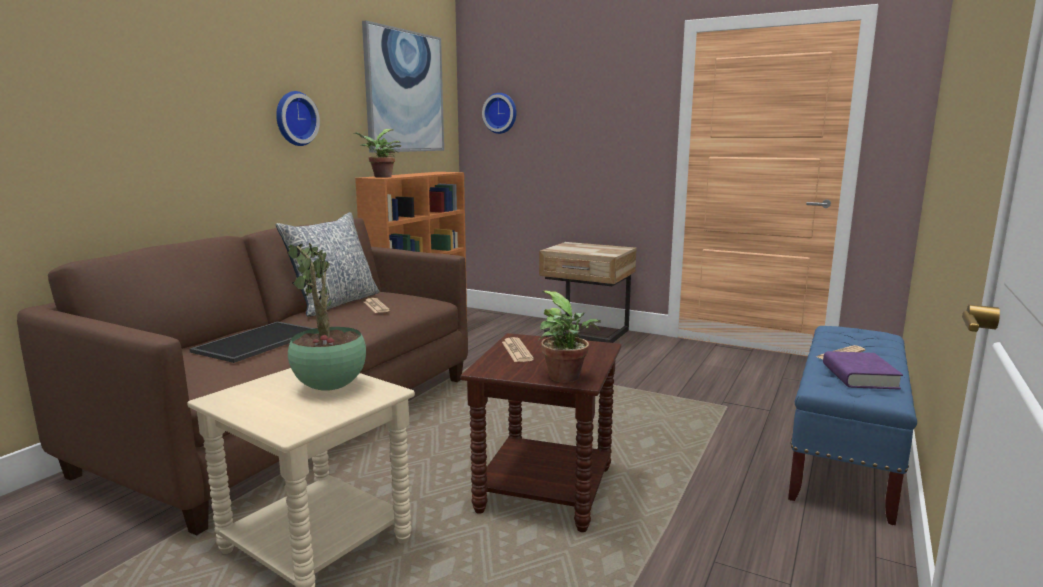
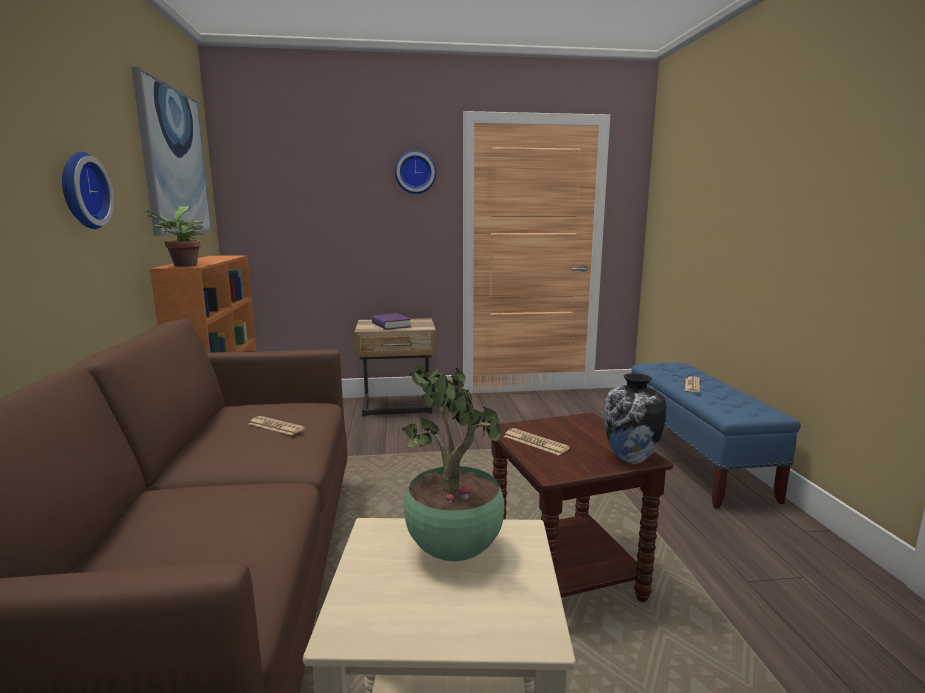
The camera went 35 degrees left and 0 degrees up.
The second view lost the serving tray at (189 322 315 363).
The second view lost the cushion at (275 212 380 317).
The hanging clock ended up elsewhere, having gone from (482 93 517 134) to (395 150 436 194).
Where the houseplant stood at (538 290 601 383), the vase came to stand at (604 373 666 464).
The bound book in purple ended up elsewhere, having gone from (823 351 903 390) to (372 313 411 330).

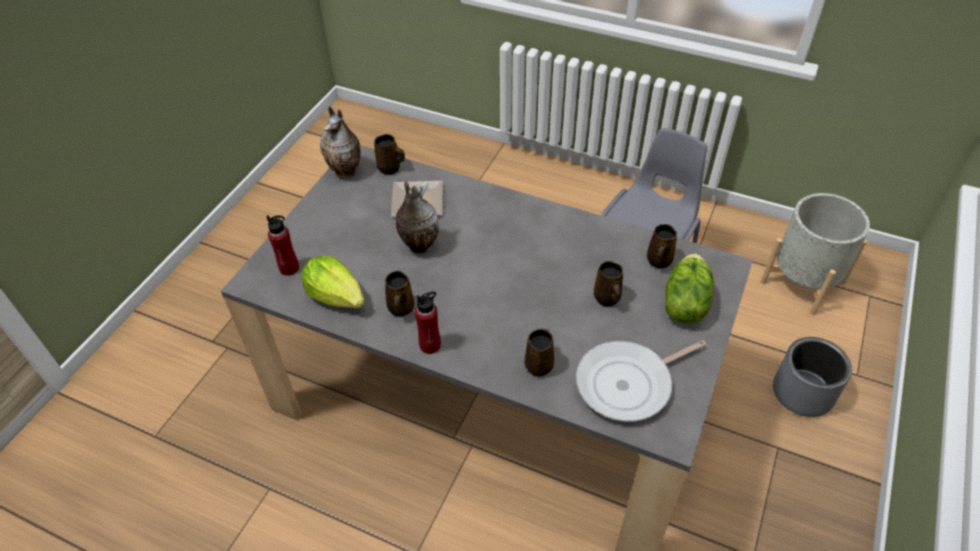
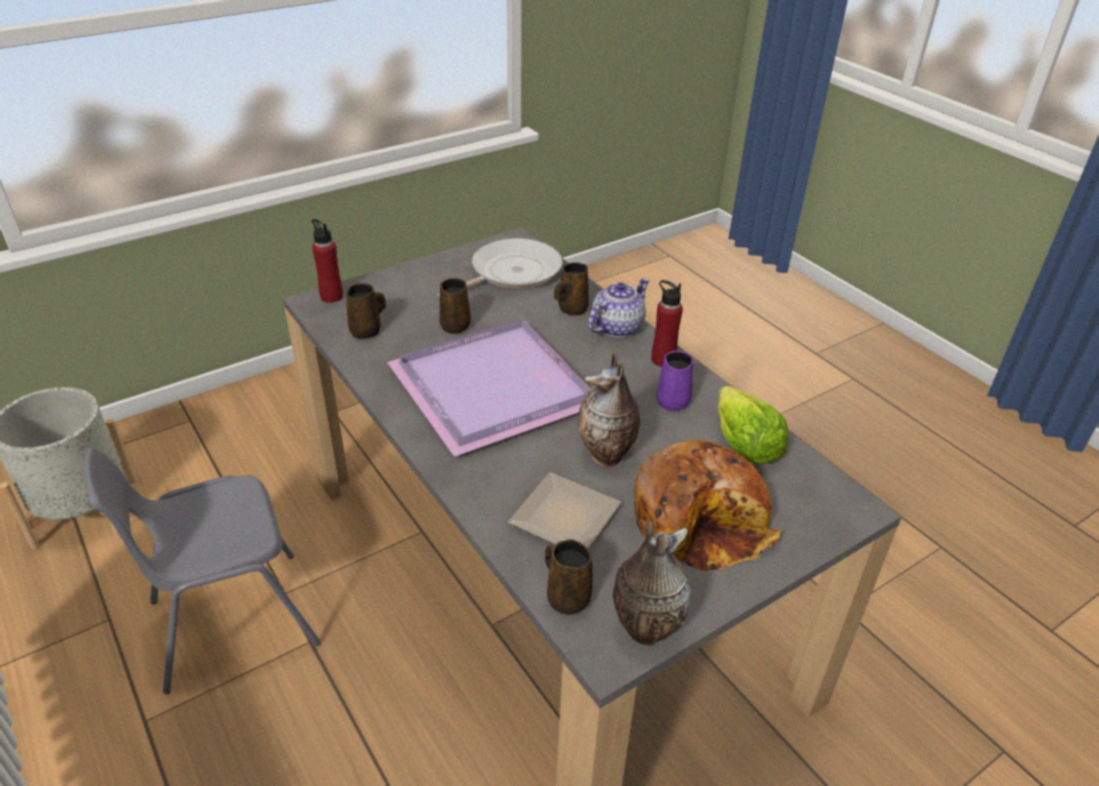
The camera went 150 degrees left and 10 degrees down.
The bottle in red-coloured ended up elsewhere, having gone from (266 215 299 275) to (311 219 343 303).
What was the mug in brownish at (385 271 415 317) turned into the mug in purple at (656 351 693 412).
The pan at (576 340 706 422) ended up facing another way, 45 degrees counterclockwise from before.
The second view lost the head of lettuce at (665 253 714 324).
The second view lost the flower pot in greyish at (773 337 852 417).
The second view gained the serving tray in purple at (387 319 591 457).
The second view gained the teapot at (588 278 650 337).
The second view gained the bread at (634 440 781 572).

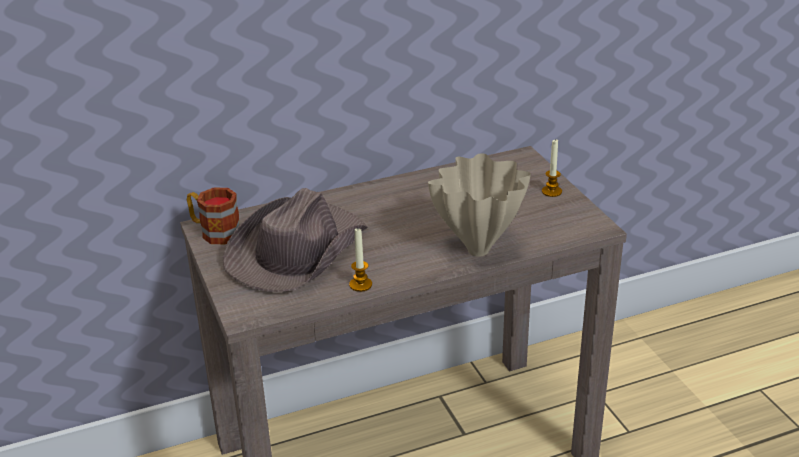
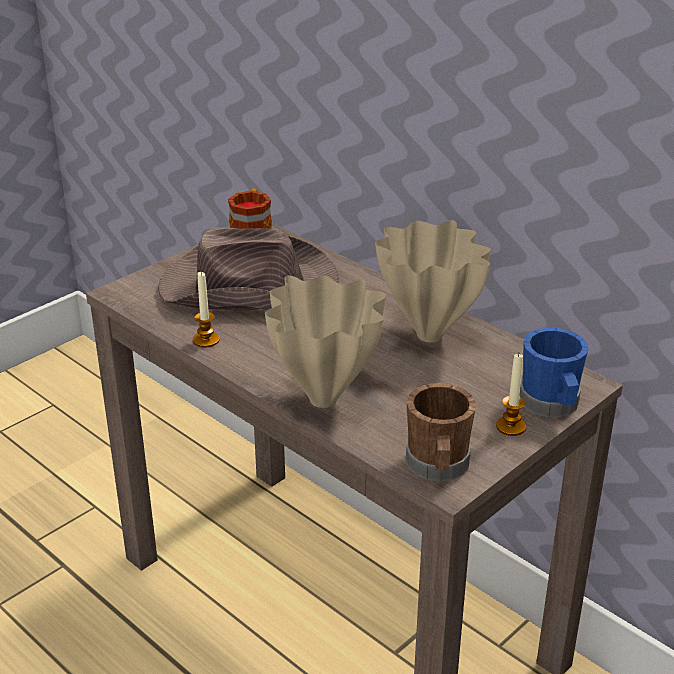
The camera went 65 degrees right and 0 degrees up.
The second view gained the vase in beige at (375 220 491 342).
The second view gained the mug in brownish at (406 383 476 482).
The second view gained the mug in blue-coloured at (519 328 588 418).

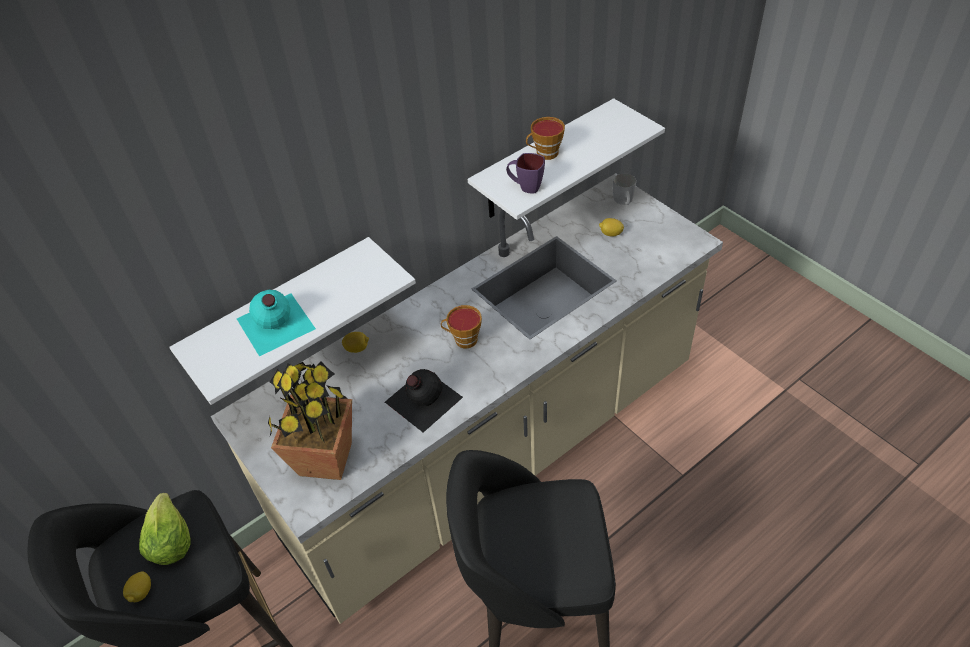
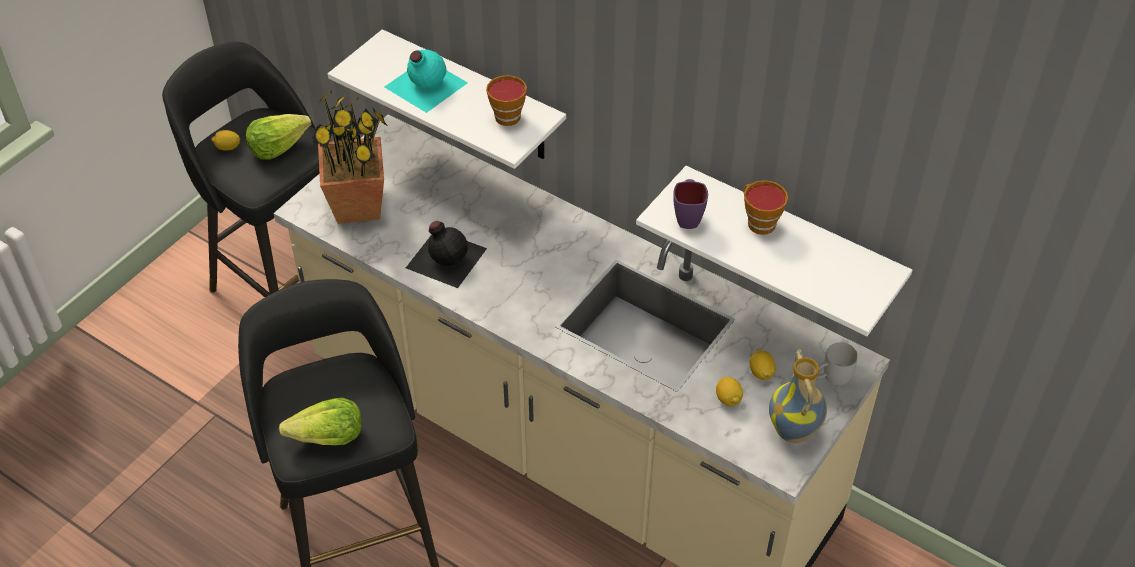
The camera went 70 degrees right and 0 degrees up.
The whole lemon ended up elsewhere, having gone from (342 332 369 353) to (716 377 743 406).
The drinking cup ended up elsewhere, having gone from (441 305 482 348) to (486 75 527 126).
The second view gained the head of lettuce at (279 398 362 445).
The second view gained the vase at (769 349 827 443).

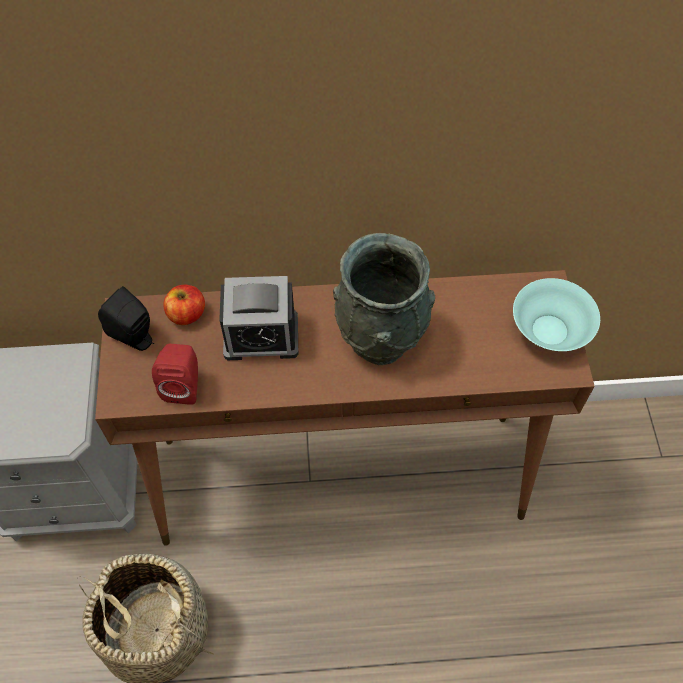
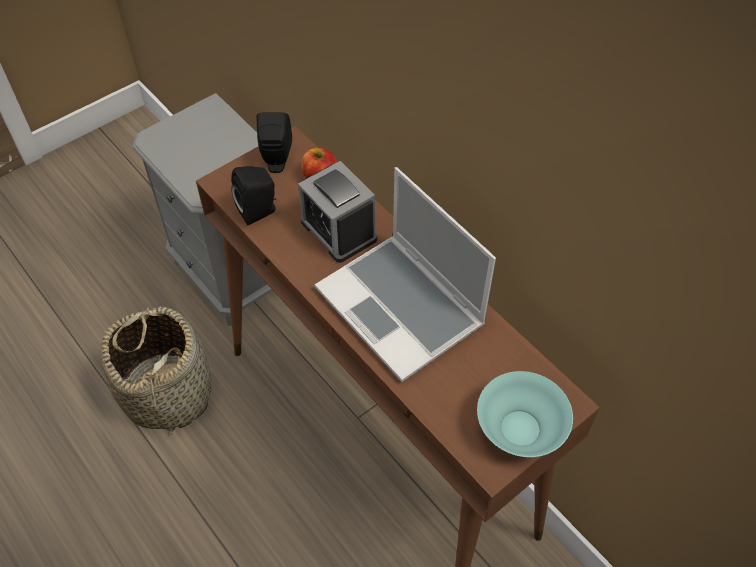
The camera went 55 degrees right and 5 degrees down.
What was the speaker in red-coloured at (152 344 198 405) turned into the speaker in black at (231 166 276 225).
Where the vase in greyish stood at (333 233 435 365), the portable computer came to stand at (315 167 496 382).

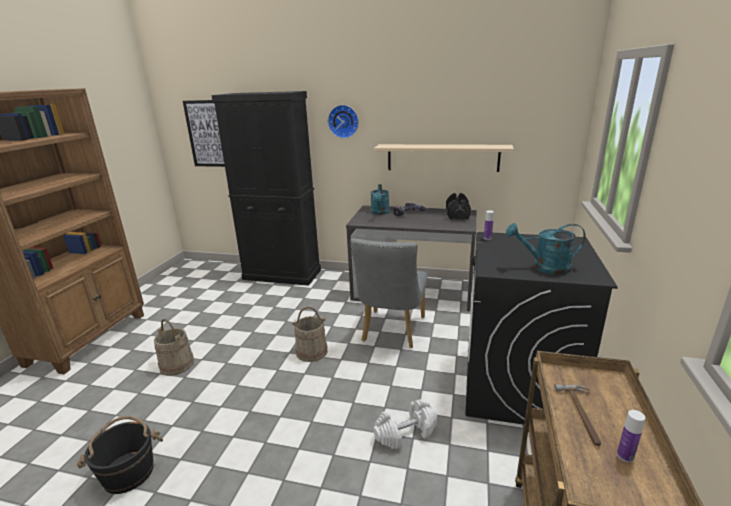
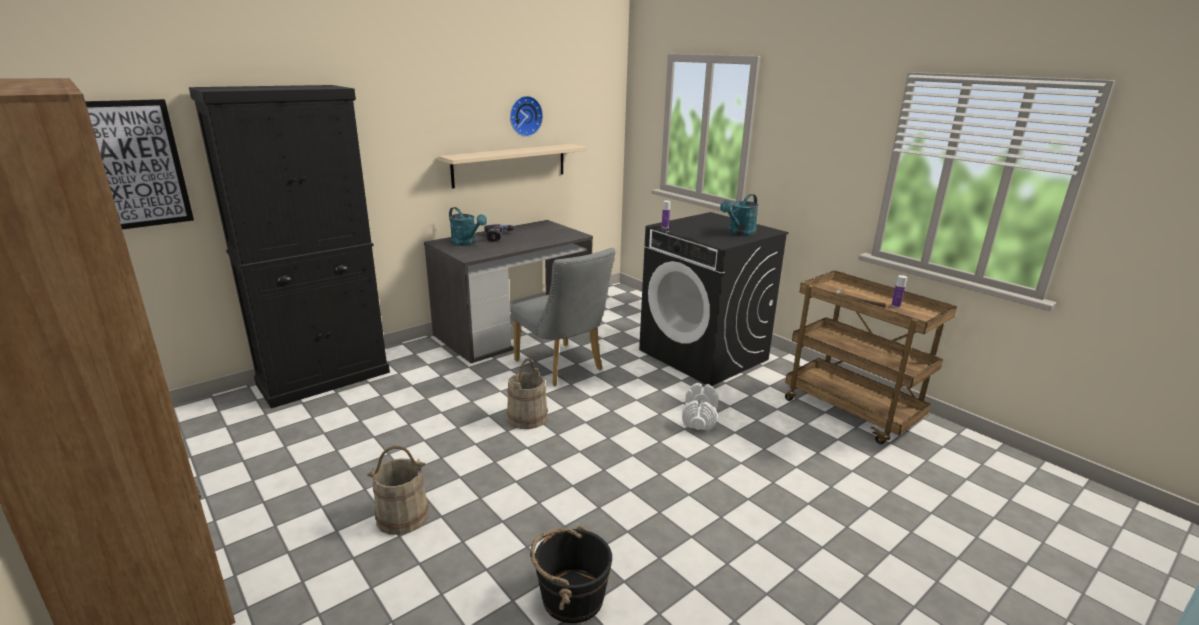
The camera went 55 degrees left and 0 degrees up.
The hanging clock ended up elsewhere, having gone from (328 105 359 138) to (510 96 543 137).
The second view lost the hand weight in black at (446 193 471 220).

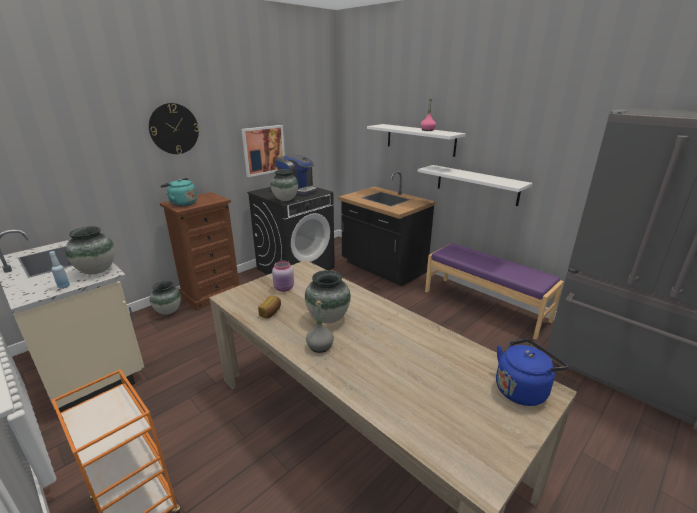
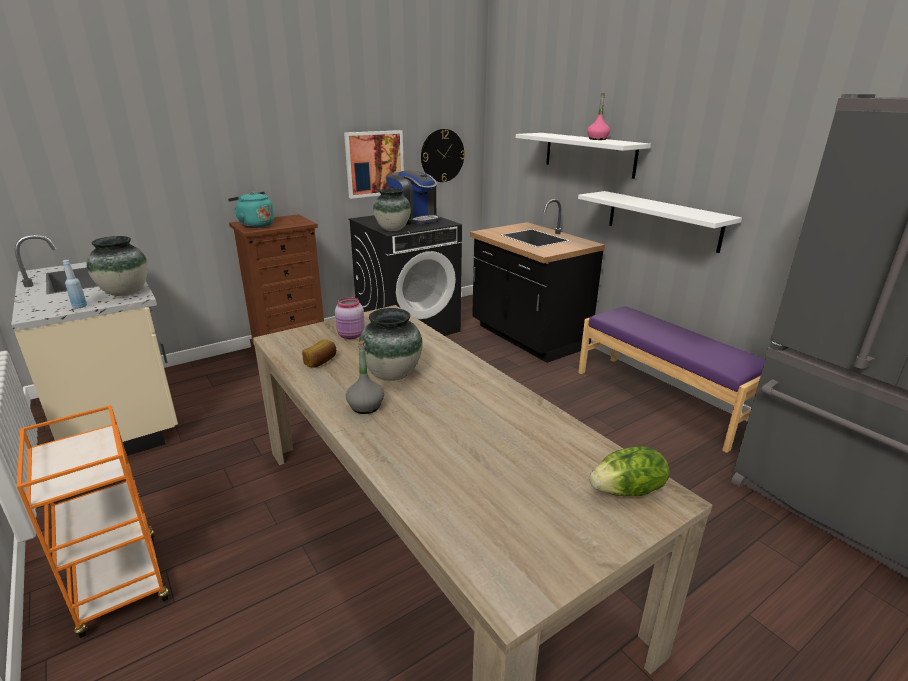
The camera went 10 degrees right and 0 degrees up.
The hanging clock ended up elsewhere, having gone from (149 103 199 154) to (421 129 465 182).
The second view lost the vase at (150 281 181 315).
Where the kettle in blue-coloured stood at (496 339 568 406), the head of lettuce came to stand at (589 446 670 496).

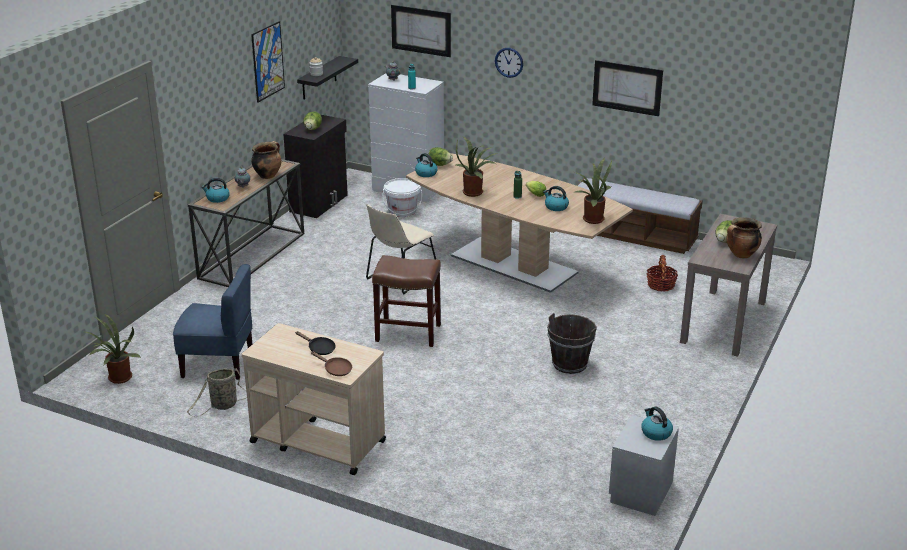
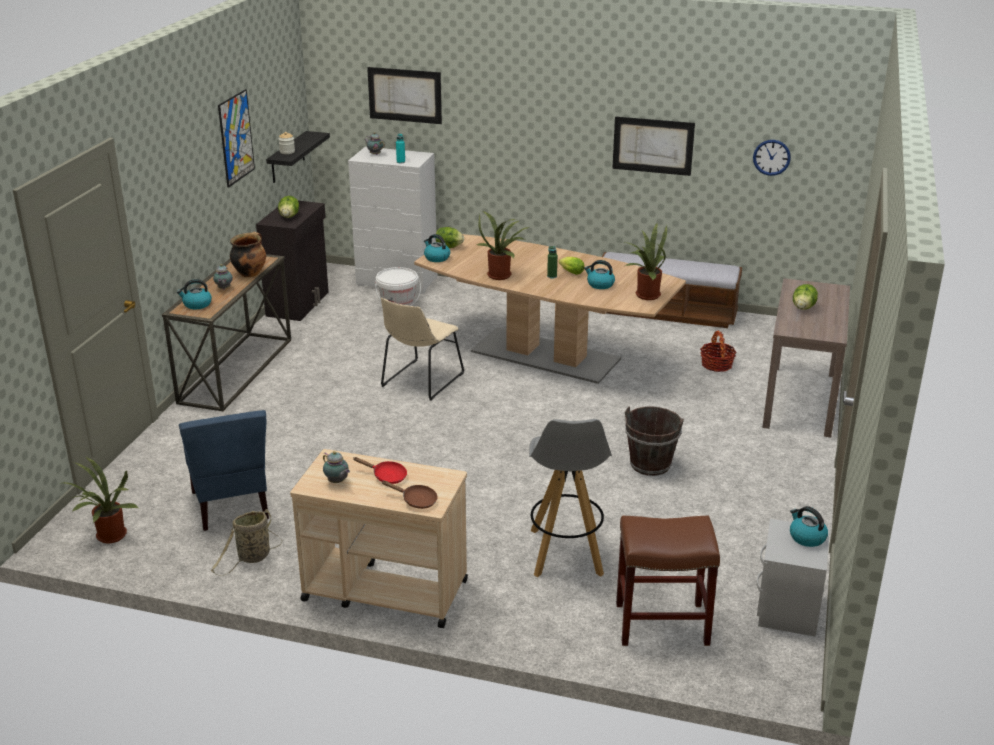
The camera went 10 degrees left and 0 degrees up.
The upright chair in blue-coloured at (173 264 252 380) ended up facing another way, 75 degrees clockwise from before.
What was the pan in black at (296 331 336 355) turned into the pan in red-coloured at (353 457 407 484).
The stool in brownish ended up elsewhere, having gone from (372 255 441 347) to (616 515 720 646).
The hanging clock ended up elsewhere, having gone from (495 48 523 78) to (753 140 791 176).
The second view lost the stockpot at (727 217 762 258).
The second view gained the teapot at (323 451 350 483).
The second view gained the stool in greyish at (529 419 612 577).

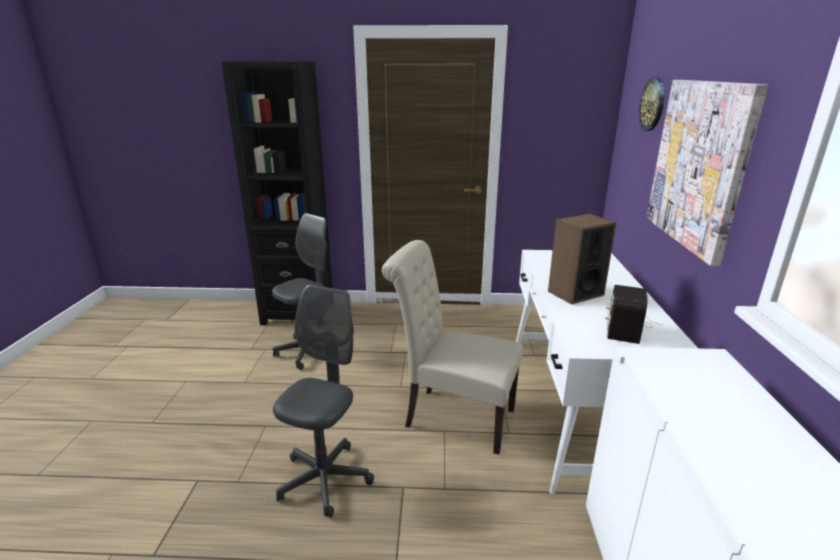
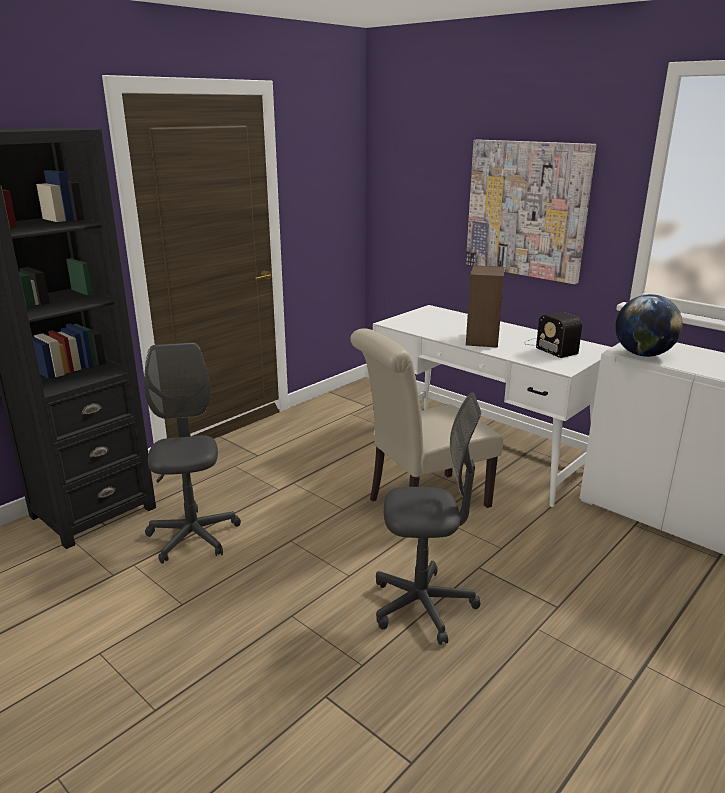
The camera went 50 degrees left and 0 degrees up.
The computer chair in greyish at (273 285 374 518) ended up facing another way, 120 degrees clockwise from before.
The second view lost the hanging clock at (639 78 665 131).
The second view gained the world globe at (615 294 683 357).

